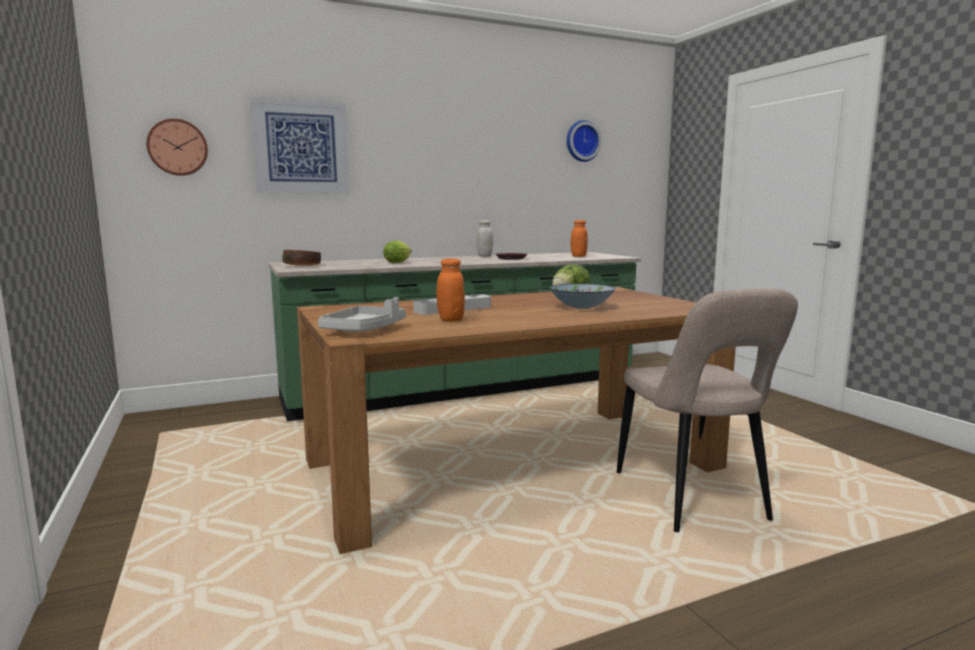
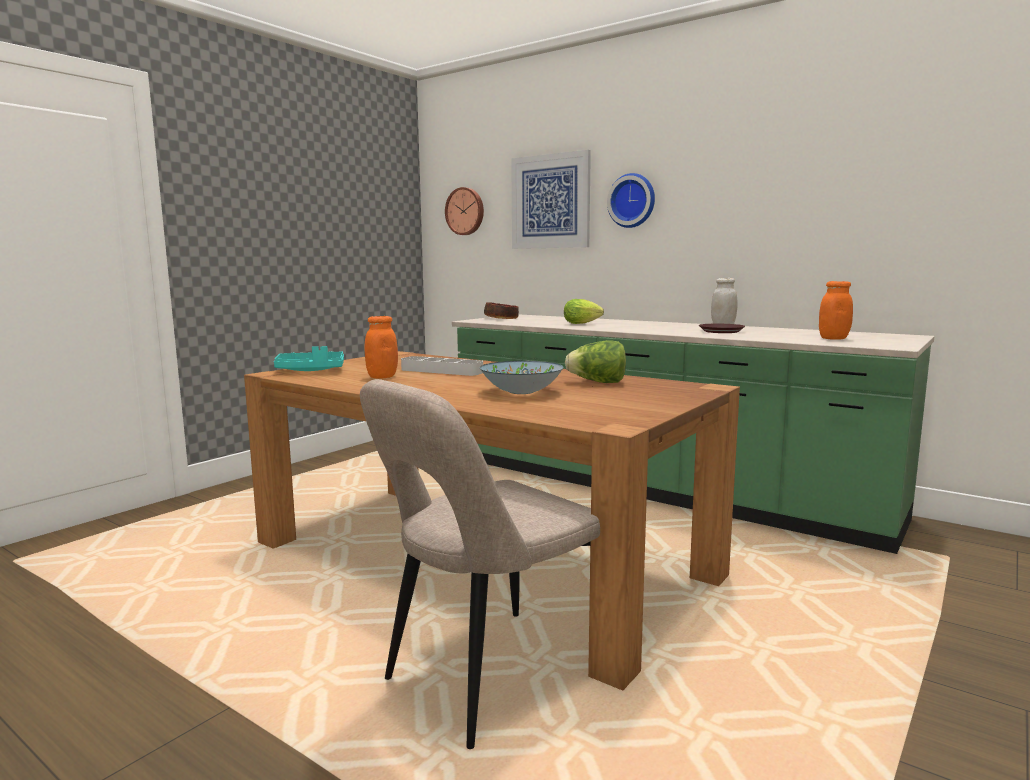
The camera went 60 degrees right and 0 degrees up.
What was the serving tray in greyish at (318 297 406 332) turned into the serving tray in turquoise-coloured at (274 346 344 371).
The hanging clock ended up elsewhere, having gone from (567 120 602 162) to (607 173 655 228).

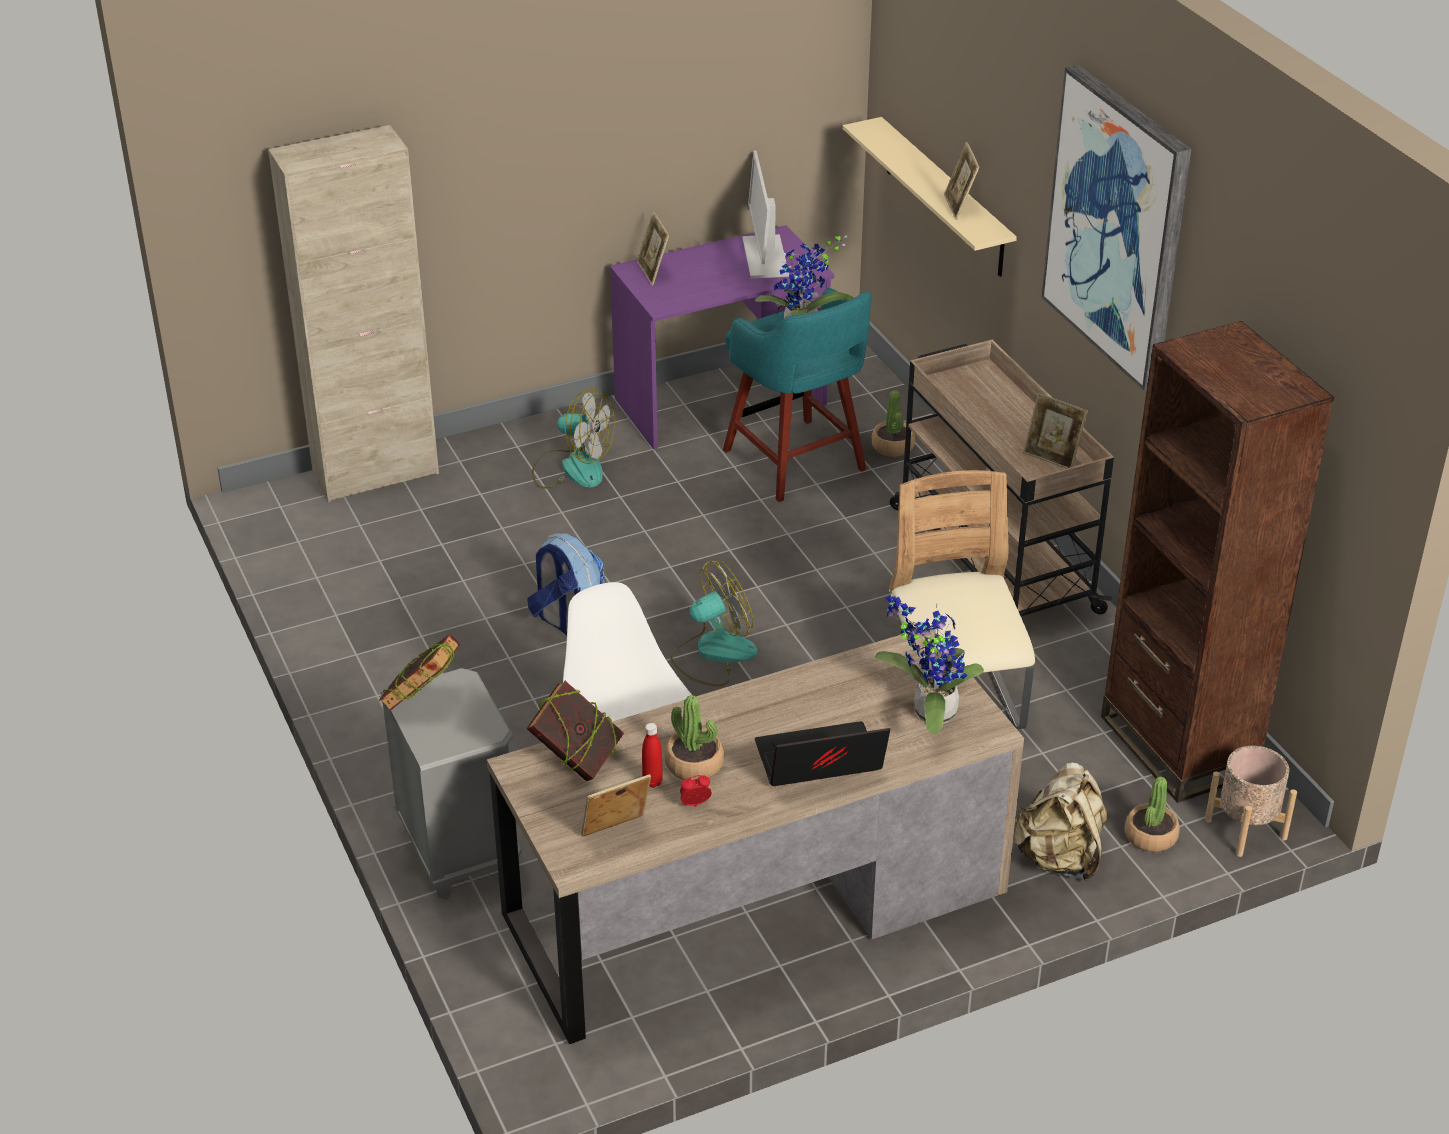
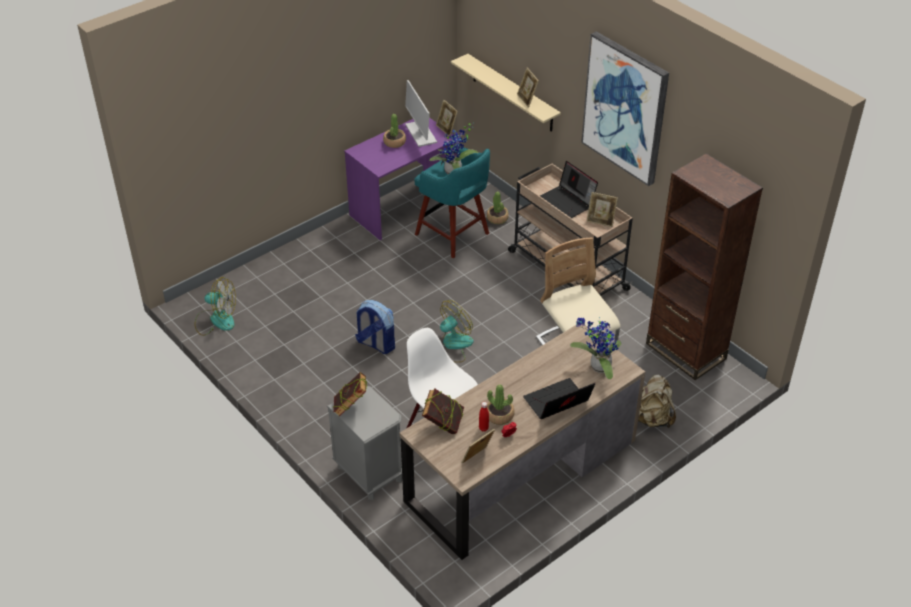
The camera went 15 degrees left and 5 degrees up.
The second view lost the cupboard in beige at (268 125 439 502).
The fan ended up elsewhere, having gone from (532 388 615 489) to (195 277 236 336).
The picture frame ended up elsewhere, having gone from (637 212 669 285) to (436 99 458 137).
The houseplant ended up elsewhere, having gone from (1125 777 1180 852) to (383 114 406 148).
The second view lost the flower pot in beige at (1205 746 1297 857).
The second view gained the portable computer at (540 161 598 218).

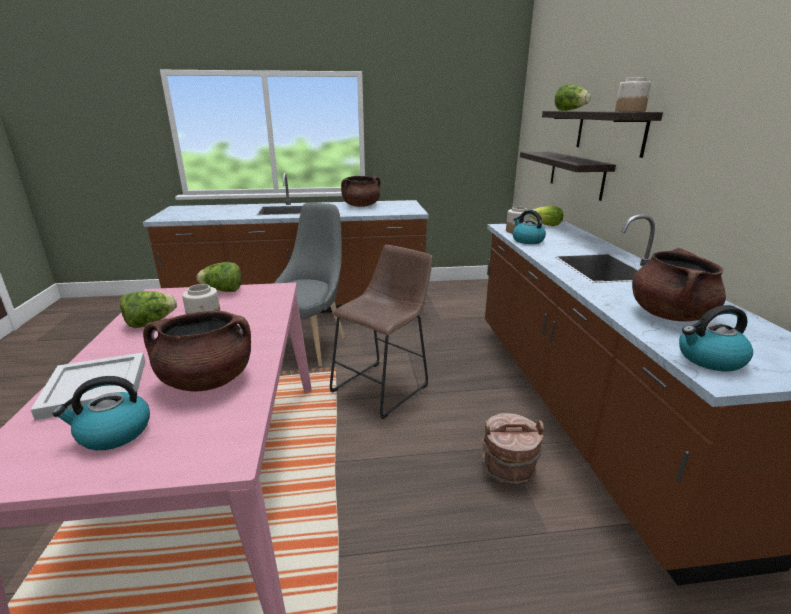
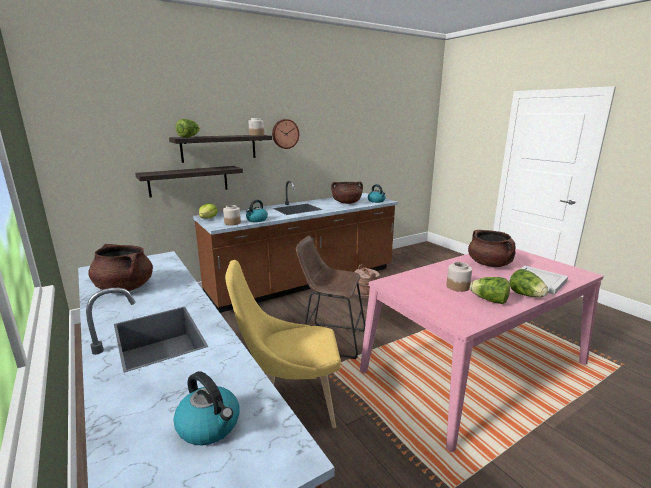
The camera went 115 degrees left and 5 degrees down.
The kettle ended up elsewhere, having gone from (52 376 150 450) to (173 371 239 445).
The head of lettuce ended up elsewhere, having gone from (197 262 241 292) to (509 269 549 297).
What was the upright chair in greyish at (274 202 345 366) turned into the upright chair in yellow at (225 260 341 428).
The second view gained the hanging clock at (272 119 299 149).

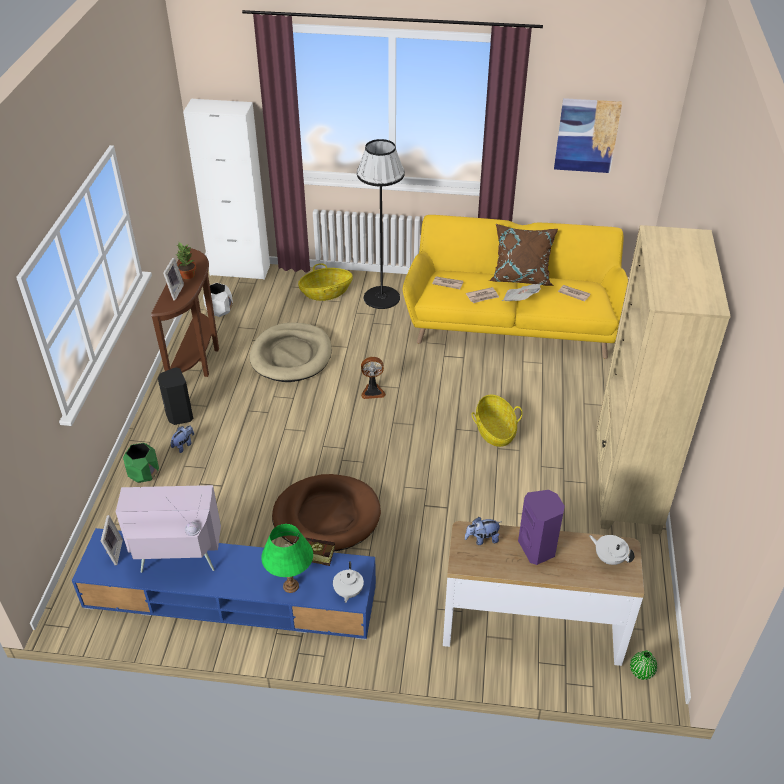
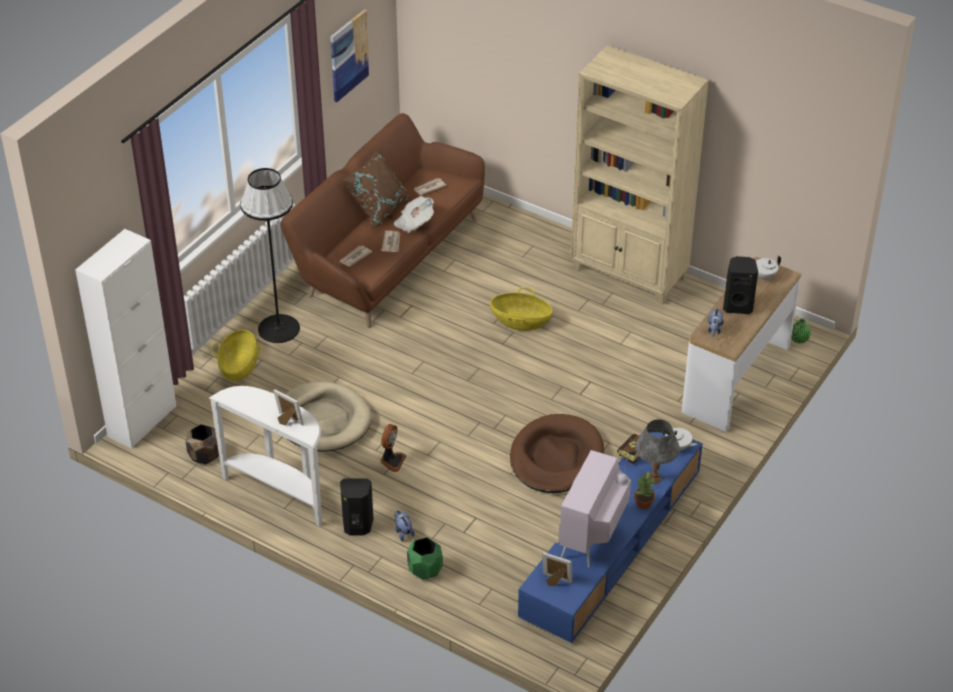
The camera went 65 degrees left and 0 degrees up.
What was the hall table in brownish at (151 247 219 377) turned into the hall table in whitish at (209 386 322 526).
The houseplant ended up elsewhere, having gone from (176 243 196 279) to (634 471 655 509).
What was the flower pot in whitish at (203 283 233 317) turned into the flower pot in brownish at (186 424 219 464).
What was the lamp for a table in greenish at (261 524 313 593) turned into the lamp for a table in greyish at (635 419 680 483).
The fan ended up elsewhere, having gone from (361 357 386 399) to (380 424 406 472).
What was the couch in yellow at (403 215 628 359) turned into the couch in brownish at (281 113 485 328).
What was the speaker in purple at (518 490 565 565) turned into the speaker in black at (723 256 758 314).

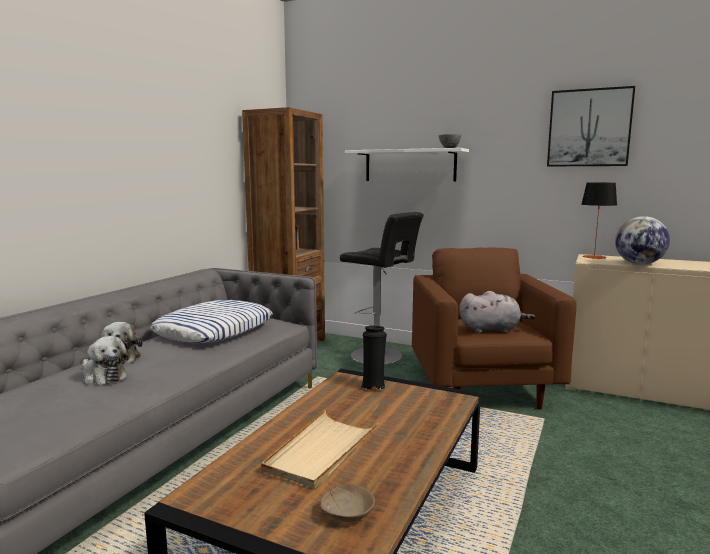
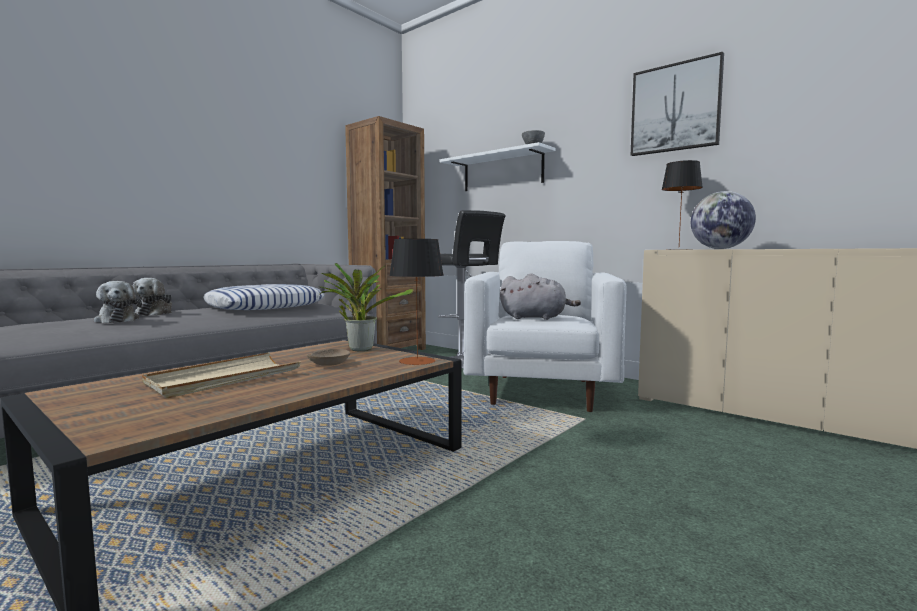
The camera went 15 degrees right and 5 degrees down.
The deep dish in beige ended up elsewhere, having gone from (320 483 375 522) to (307 349 350 366).
Where the vase in black stood at (360 326 387 390), the houseplant came to stand at (319 263 414 351).
What was the armchair in brownish at (412 248 577 410) turned into the armchair in whitish at (463 241 626 412).
The second view gained the lamp for a table at (389 239 444 365).

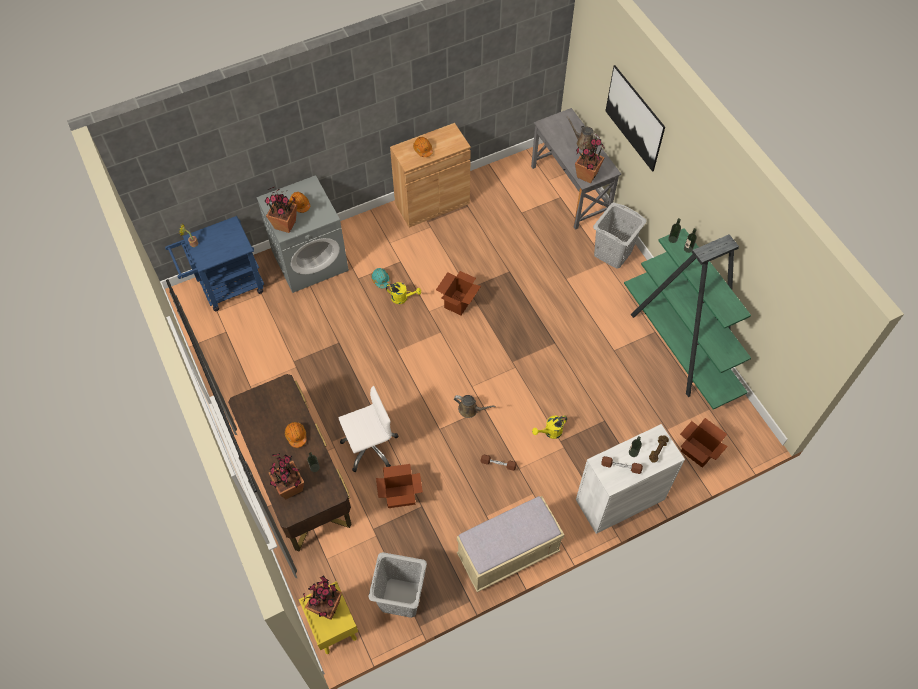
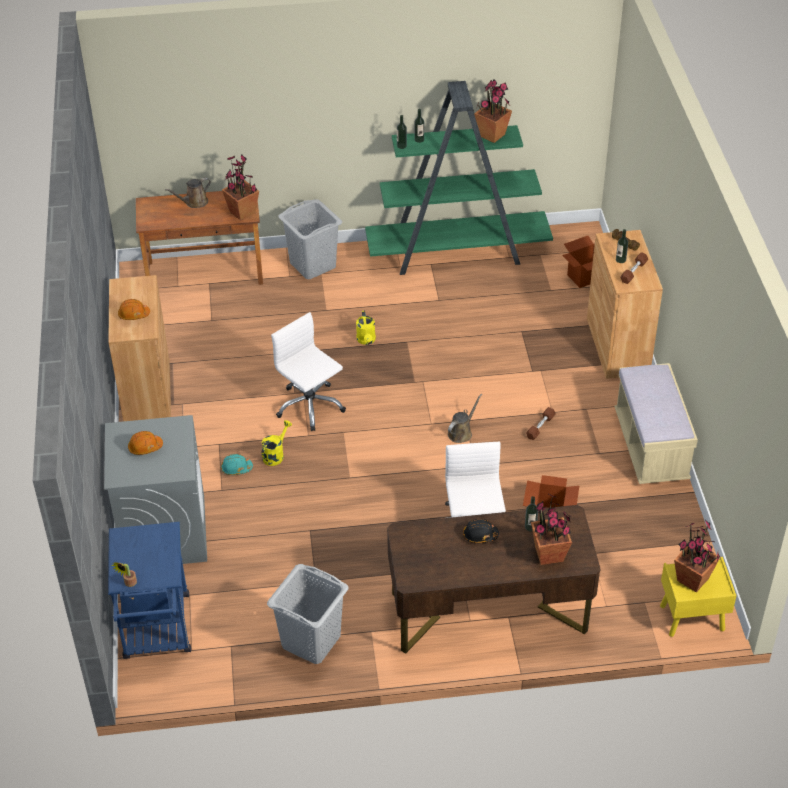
The camera went 70 degrees left and 15 degrees down.
The houseplant ended up elsewhere, having gone from (264 187 297 233) to (474 80 512 143).
What was the work helmet in orange at (285 422 307 448) turned into the work helmet in black at (463 519 499 543).
The laundry basket in greyish ended up elsewhere, having gone from (368 552 427 618) to (267 564 348 664).
Where the packing box stood at (436 271 481 315), the computer chair in whitish came to stand at (271 312 346 431).
What was the desk unit in greyish at (531 108 621 230) turned into the desk unit in brownish at (136 191 263 285).
The watering can in yellow ended up elsewhere, having gone from (532 415 567 439) to (356 311 376 345).
What was the cupboard in whitish at (576 424 685 534) turned into the cupboard in brownish at (587 230 663 379).
The second view lost the wall picture at (605 65 665 172).

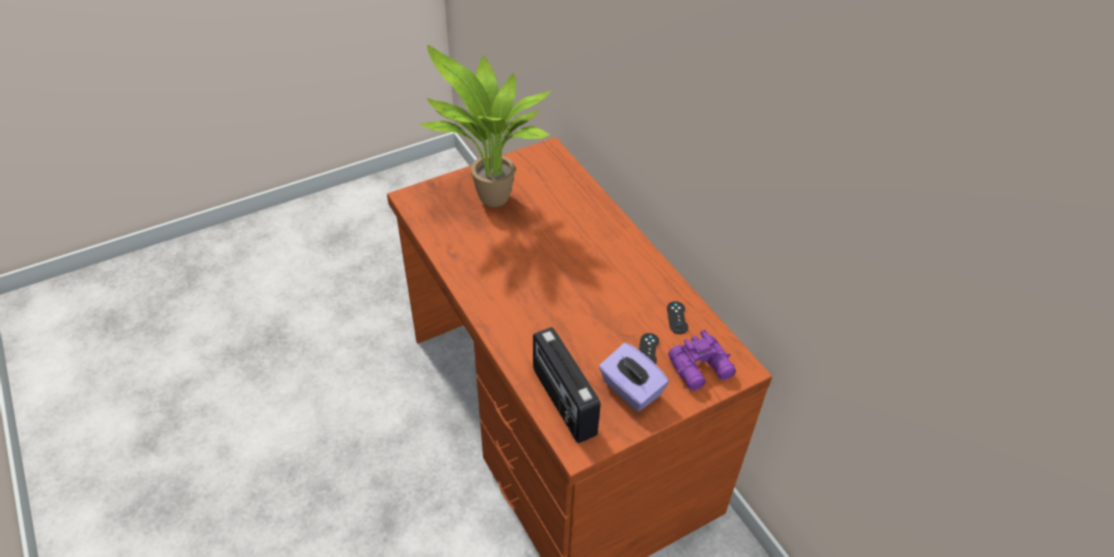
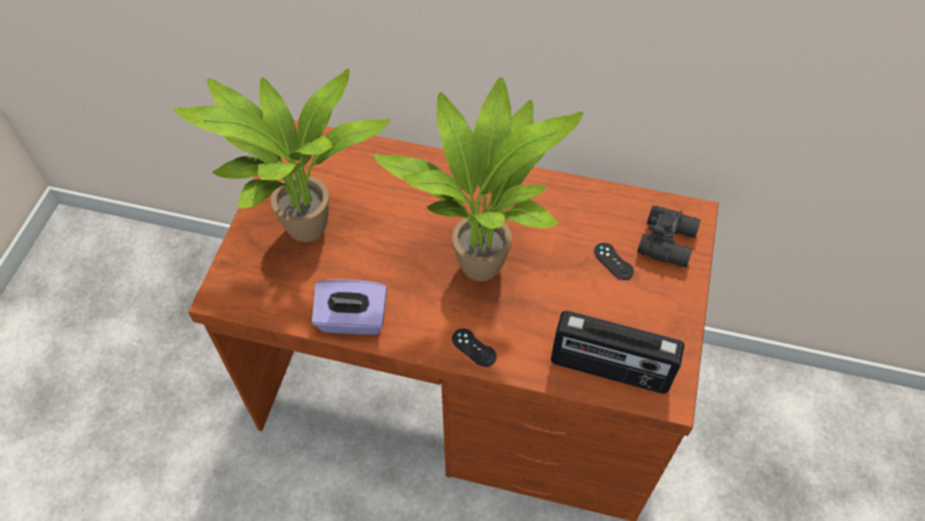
The camera went 45 degrees left and 10 degrees up.
The box of tissues in purple ended up elsewhere, having gone from (599 343 669 412) to (312 280 387 335).
The game controller in black ended up elsewhere, having gone from (667 301 688 334) to (452 328 497 367).
What was the pair of binoculars in purple at (668 330 736 391) turned into the pair of binoculars in black at (637 205 701 267).
The second view gained the houseplant at (374 77 583 281).

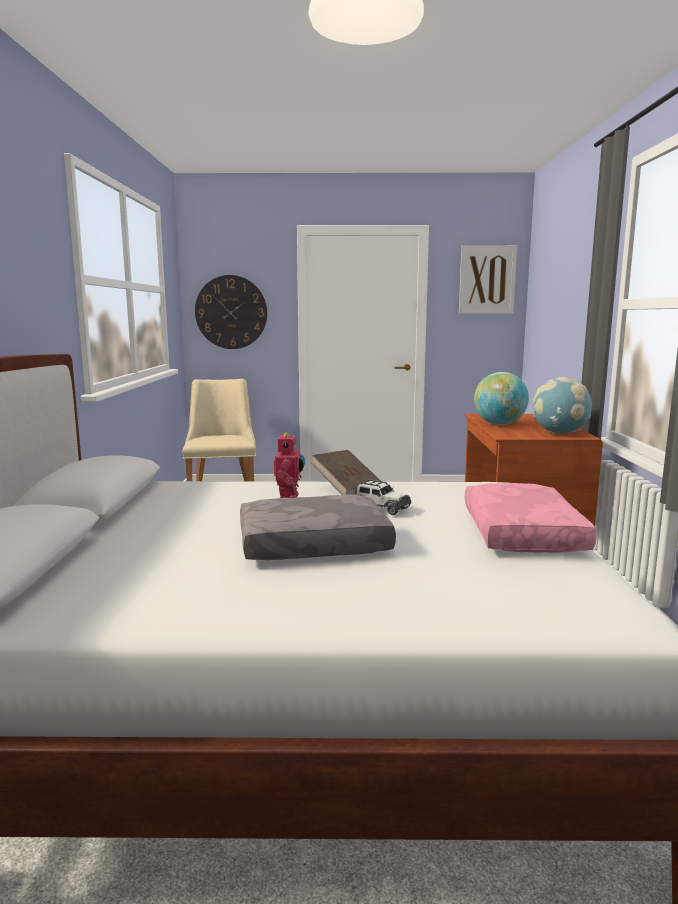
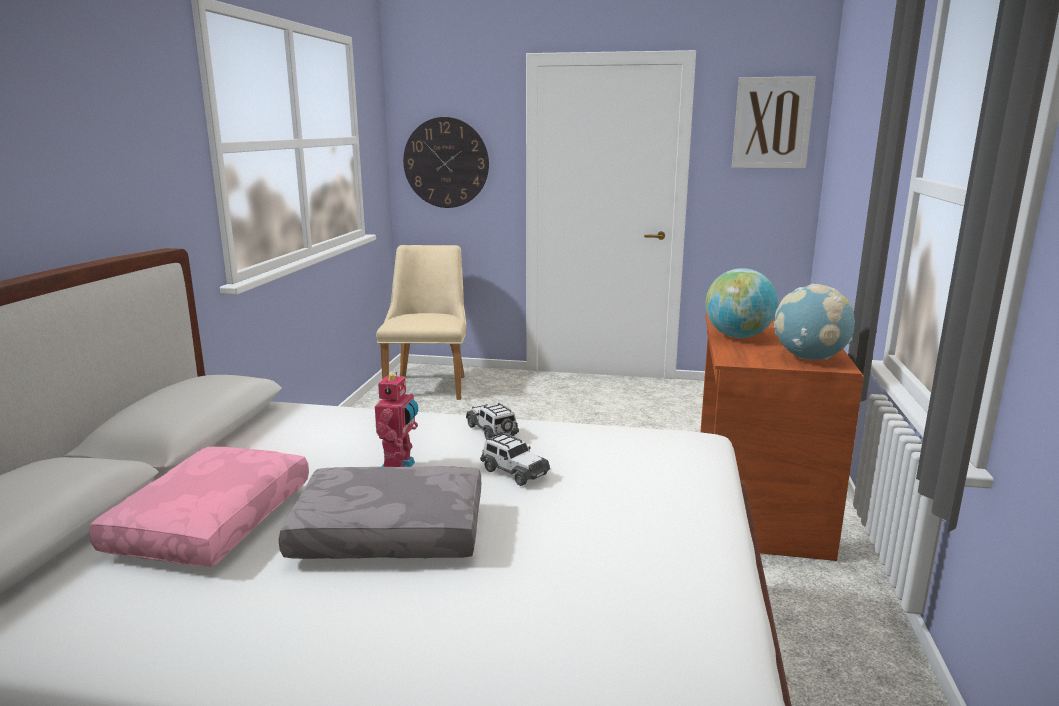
The camera went 10 degrees right and 5 degrees up.
Where the bound book in brownish stood at (311 450 381 495), the model car came to stand at (466 403 519 440).
The cushion in pinkish ended up elsewhere, having gone from (464 483 597 552) to (89 447 309 567).

